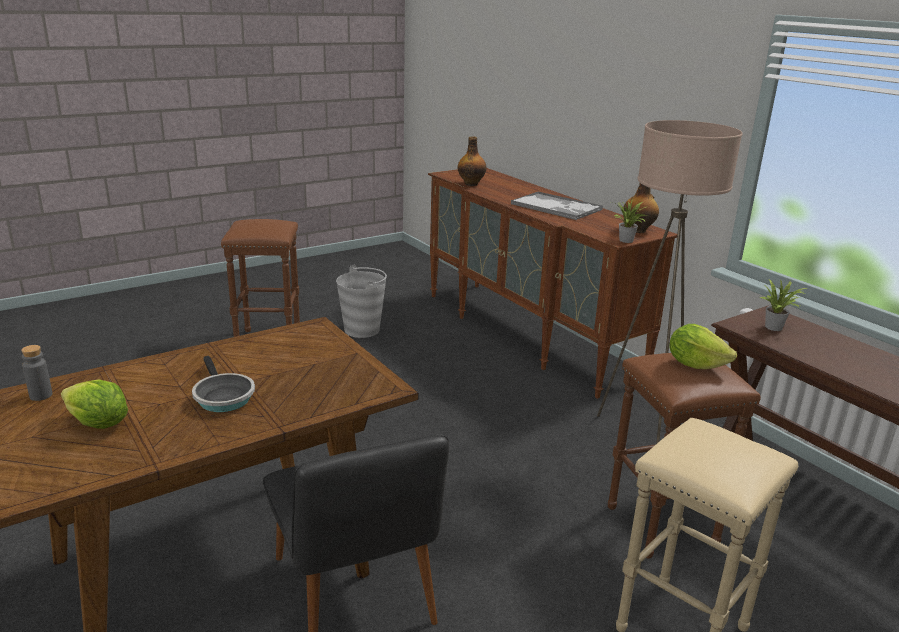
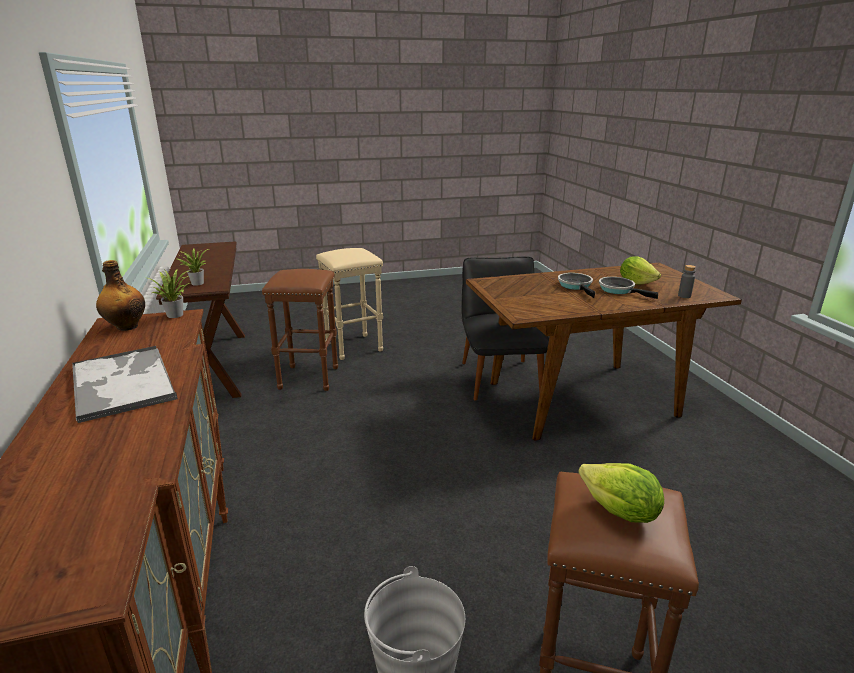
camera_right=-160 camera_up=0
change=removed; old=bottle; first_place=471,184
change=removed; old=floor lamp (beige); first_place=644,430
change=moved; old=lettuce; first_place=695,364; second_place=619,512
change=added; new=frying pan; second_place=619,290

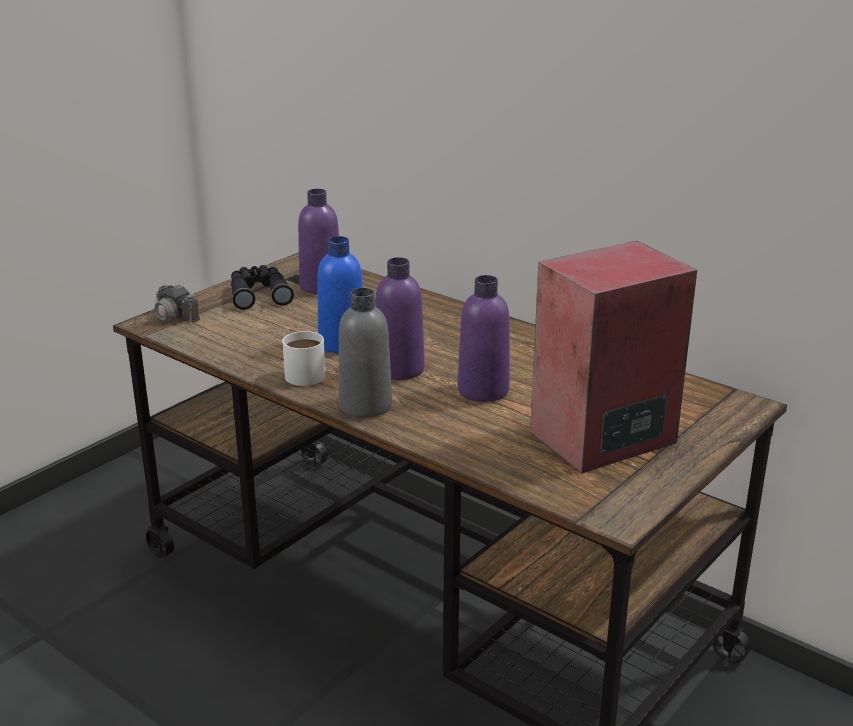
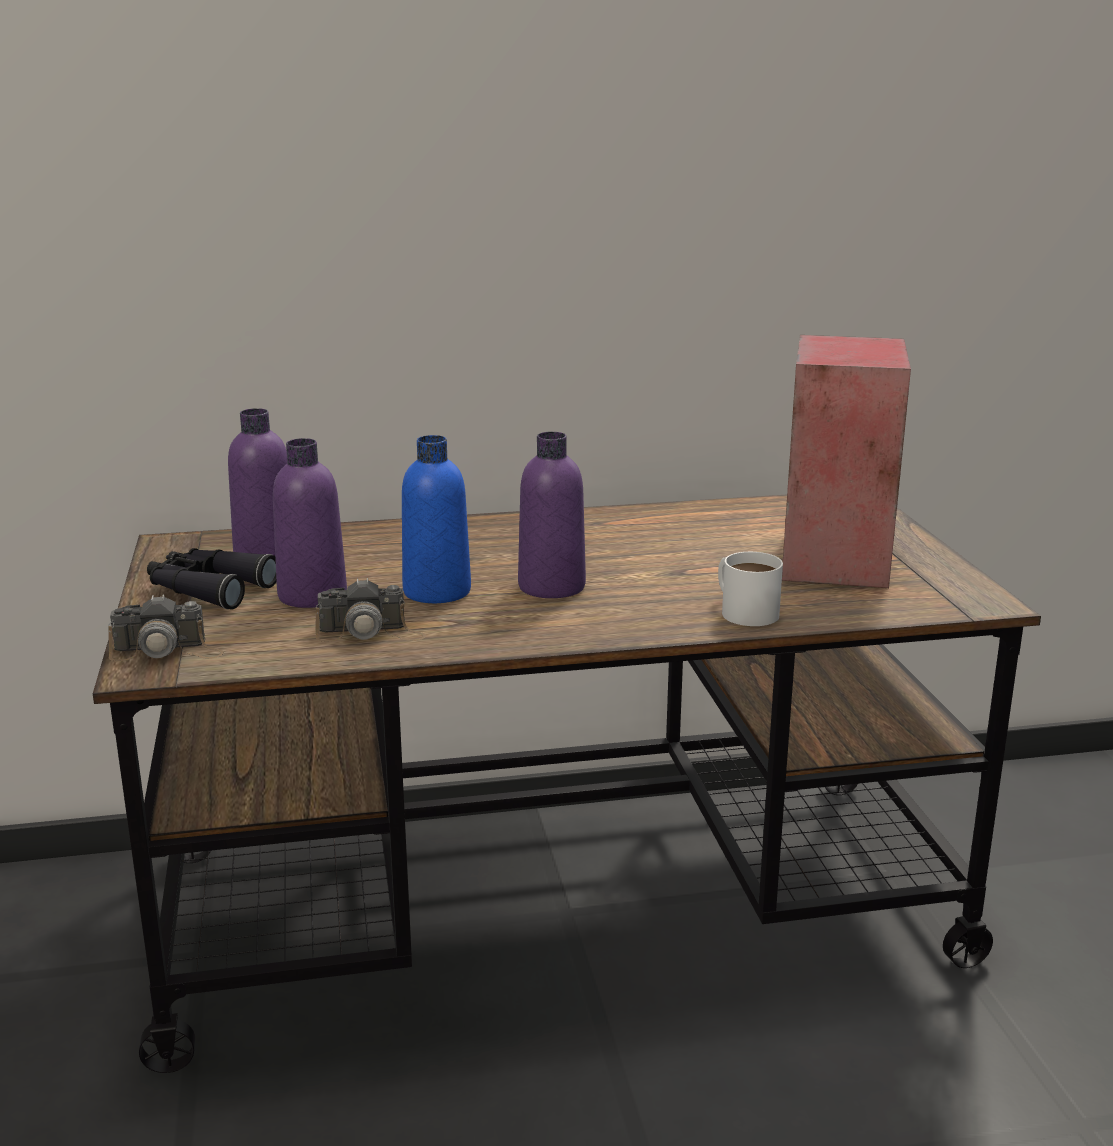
camera_right=-50 camera_up=-5
change=moved; old=mug (white); first_place=309,372; second_place=743,610
change=removed; old=bottle (grey); first_place=365,406
change=moved; old=bottle (purple); first_place=483,390; second_place=312,596
change=added; new=photo camera; second_place=370,633

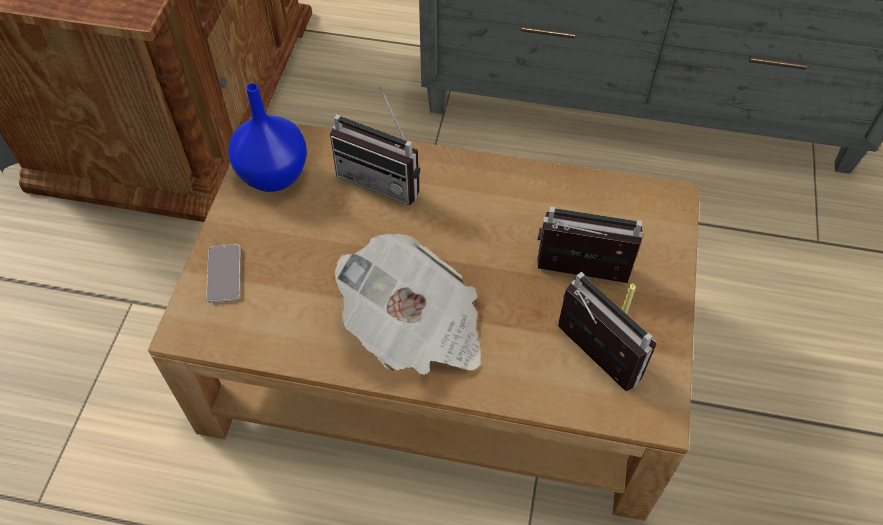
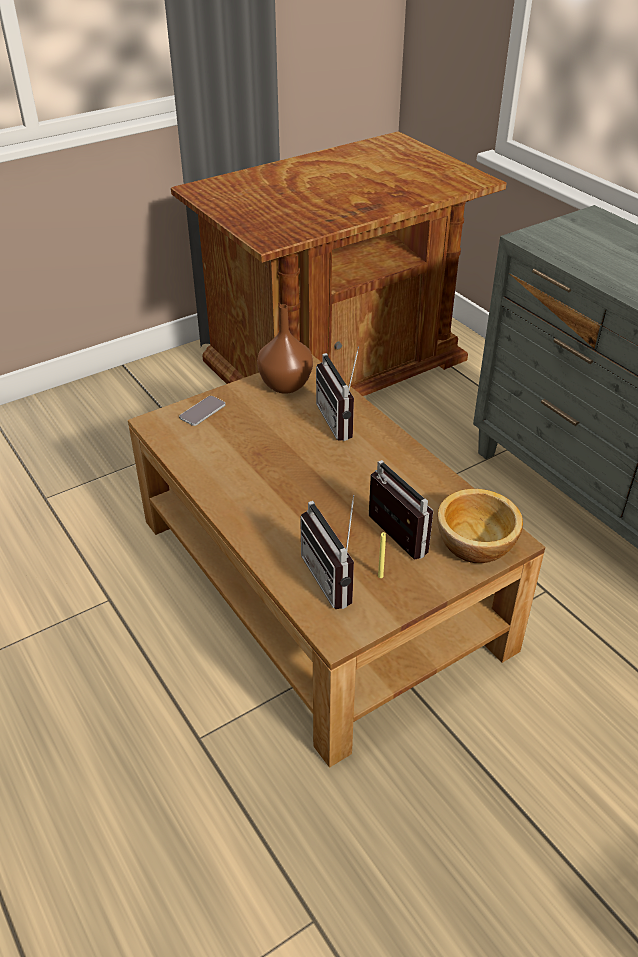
camera_right=45 camera_up=-15
change=recoloured; old=vase (blue); new=vase (brown); first_place=272,175; second_place=285,384
change=removed; old=newspaper; first_place=416,328
change=turned; old=radio; first_place=588,359; second_place=336,578; degrees=150
change=added; new=bowl; second_place=477,544

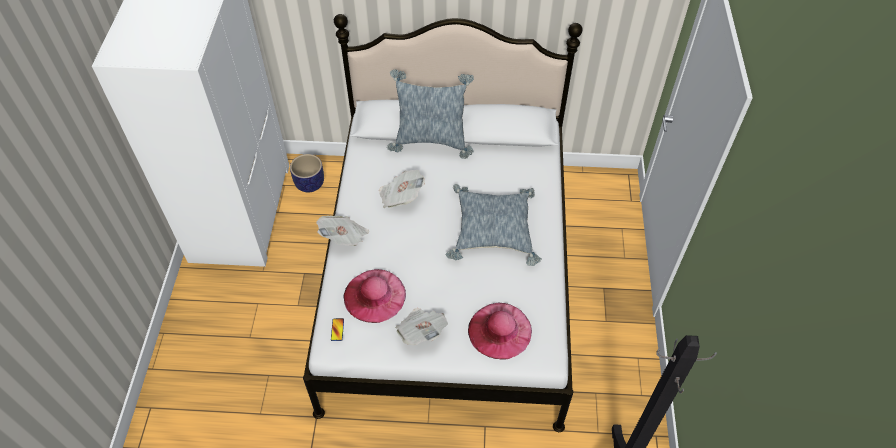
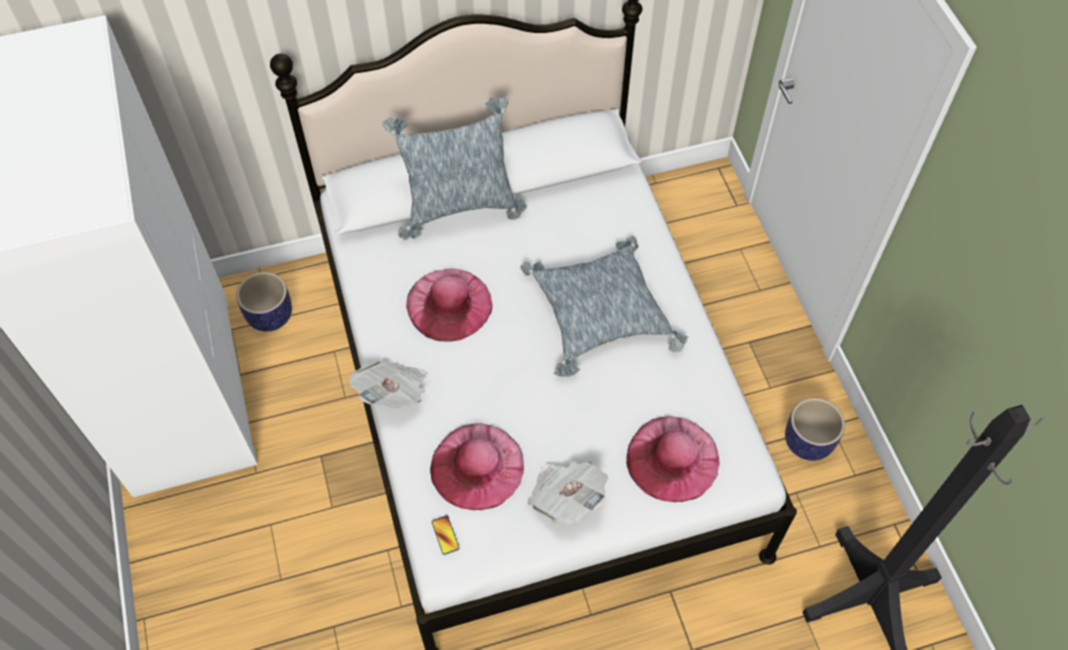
camera_right=-20 camera_up=5
change=replaced; old=newspaper; new=hat (pink); first_place=401,196; second_place=449,304
change=added; new=planter; second_place=808,442

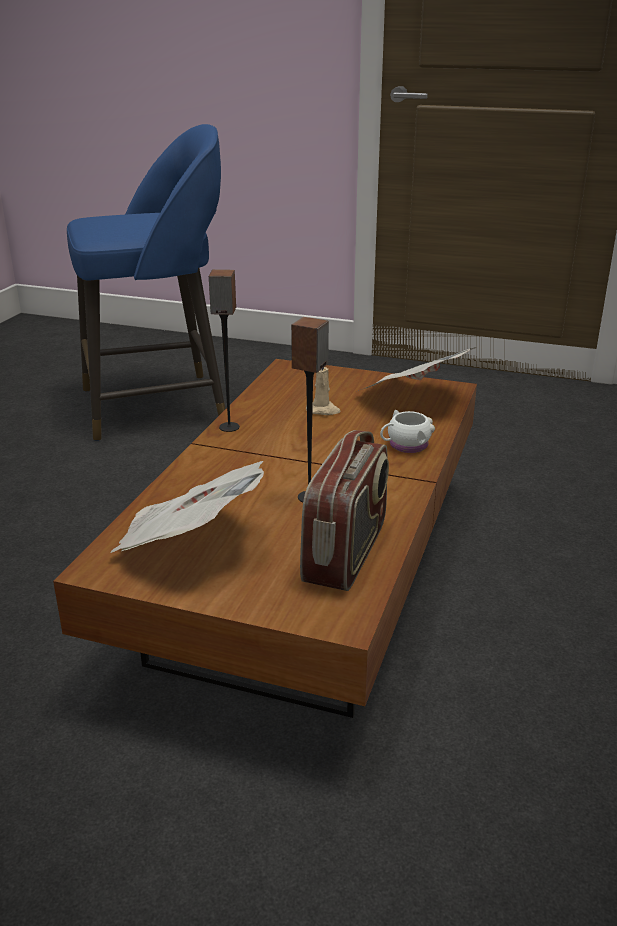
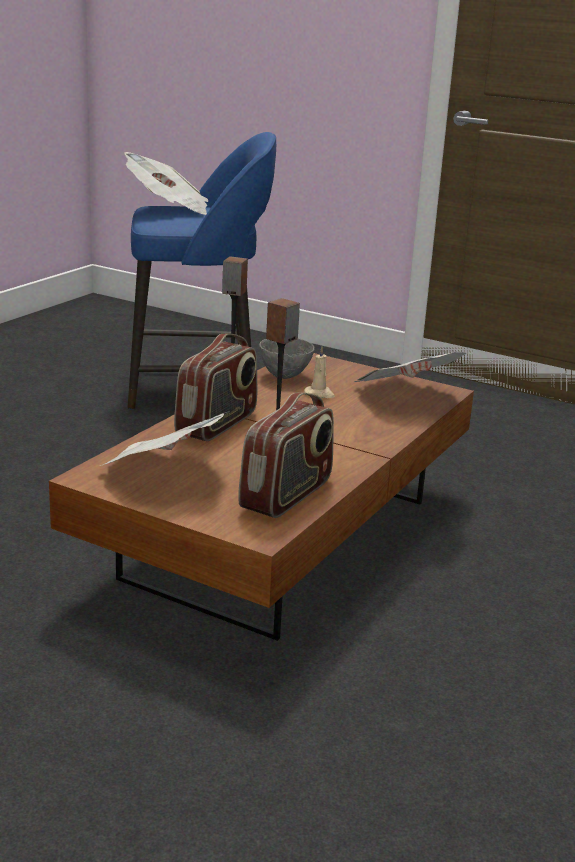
camera_right=10 camera_up=-5
change=removed; old=mug (white); first_place=405,446
change=added; new=newspaper; second_place=168,208
change=added; new=radio; second_place=217,424
change=added; new=bowl (grey); second_place=285,375

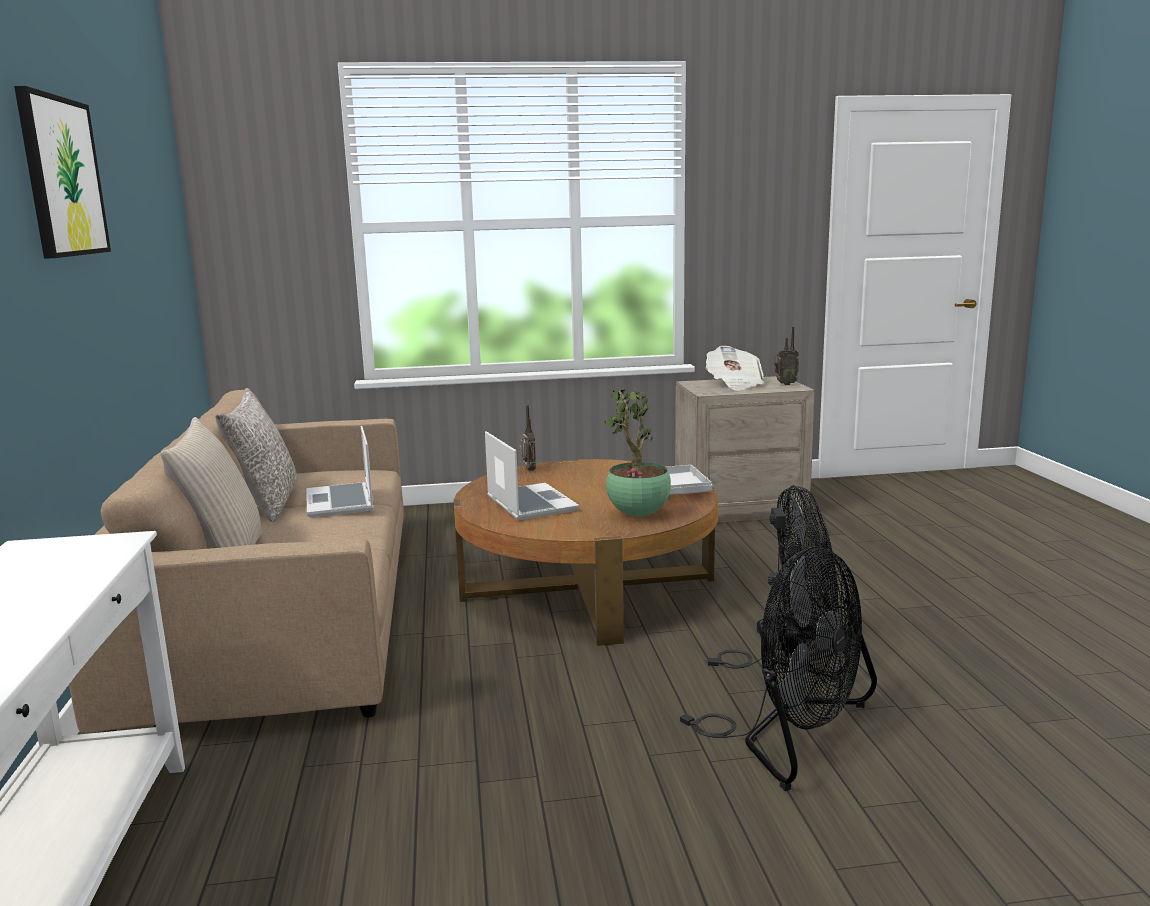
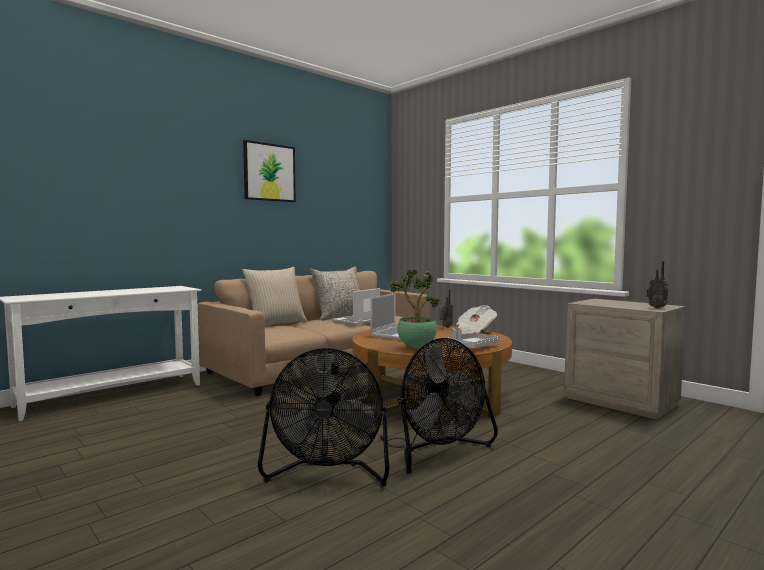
camera_right=55 camera_up=-10
change=moved; old=newspaper; first_place=734,384; second_place=473,331

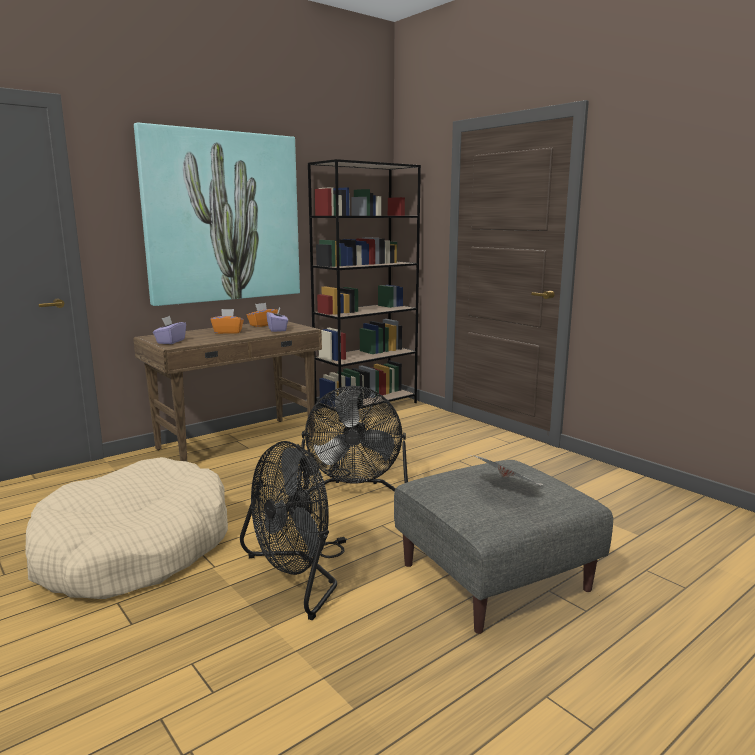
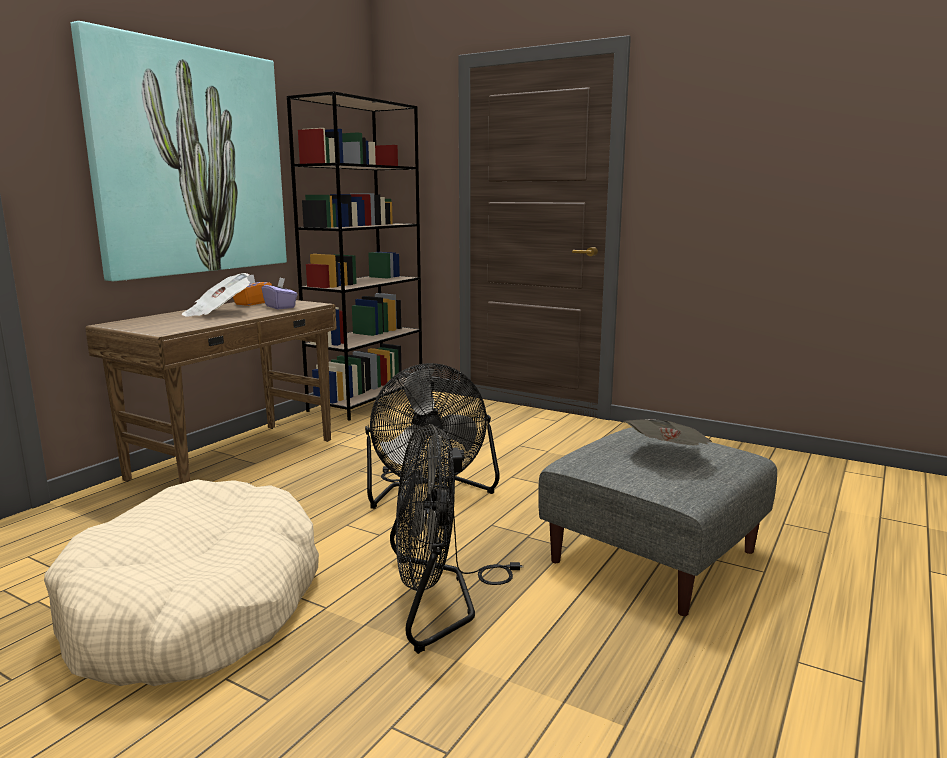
camera_right=-20 camera_up=0
change=removed; old=tissue box (purple); first_place=170,341
change=replaced; old=tissue box (orange); new=newspaper; first_place=228,332; second_place=218,313
change=turned; old=fan (black); first_place=300,574; second_place=441,595; degrees=45

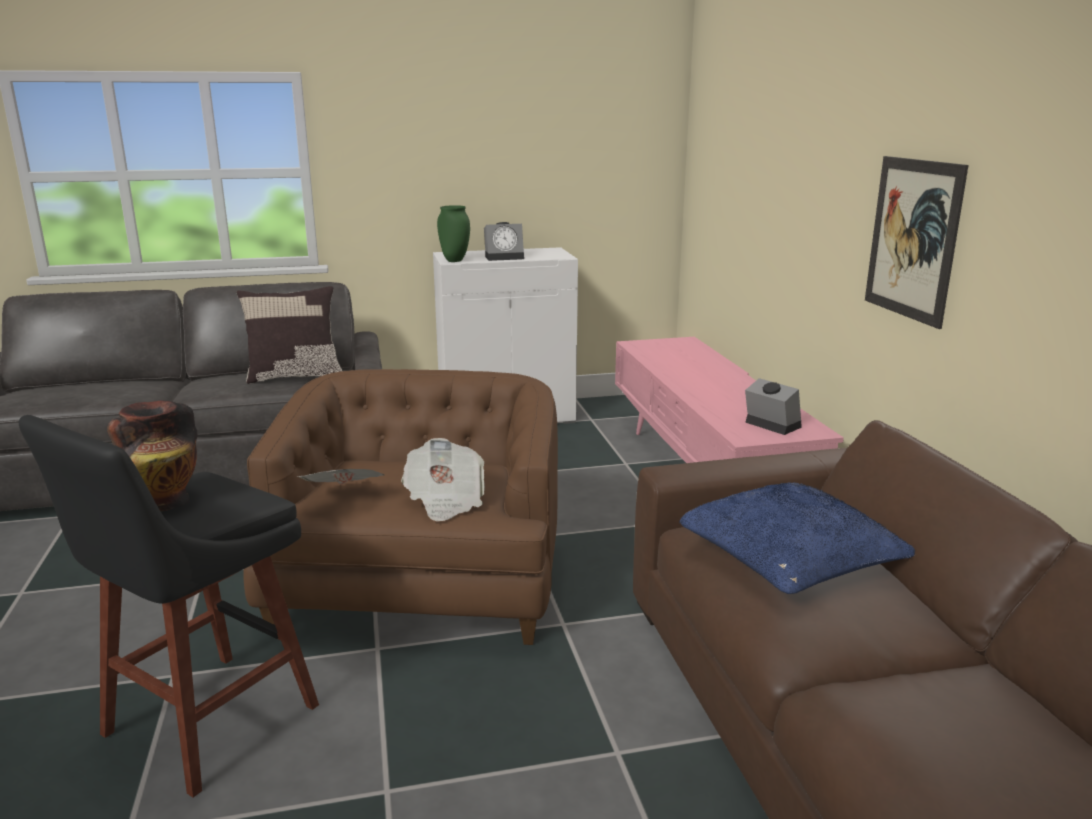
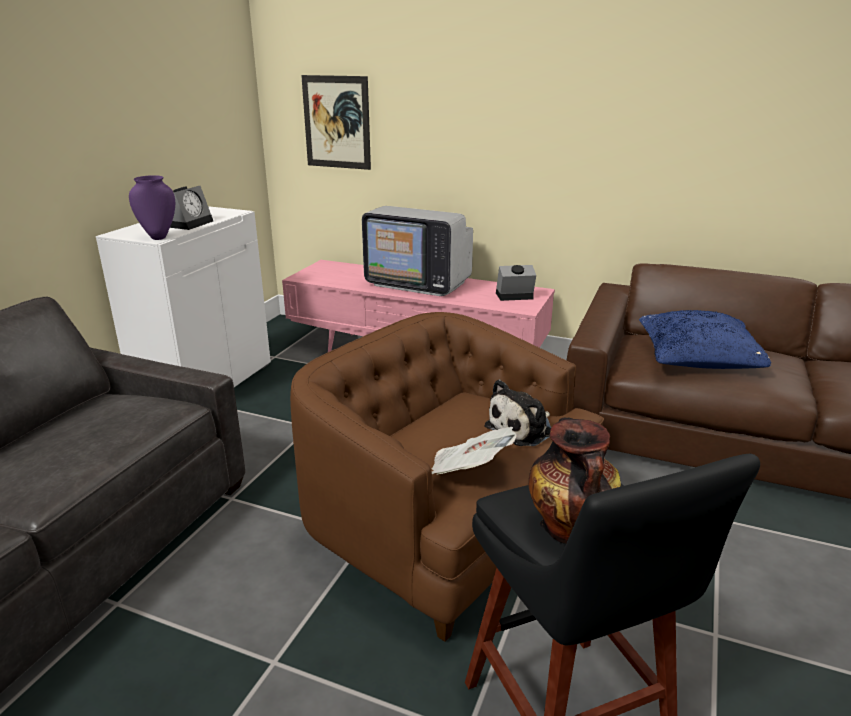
camera_right=-55 camera_up=5
change=removed; old=pillow; first_place=295,376
change=replaced; old=newspaper; new=plush toy; first_place=445,501; second_place=522,429
change=recoloured; old=vase (green); new=vase (purple); first_place=454,261; second_place=158,238
change=moved; old=picture; first_place=912,239; second_place=336,122
change=added; new=television; second_place=418,283

